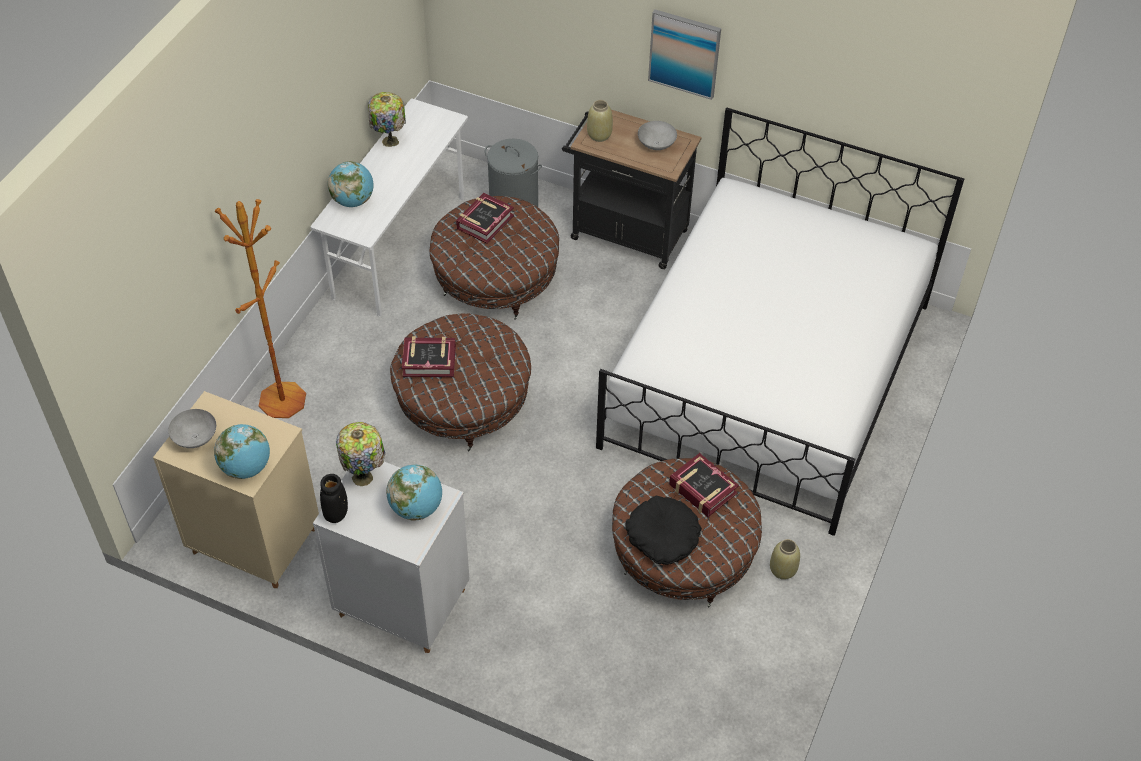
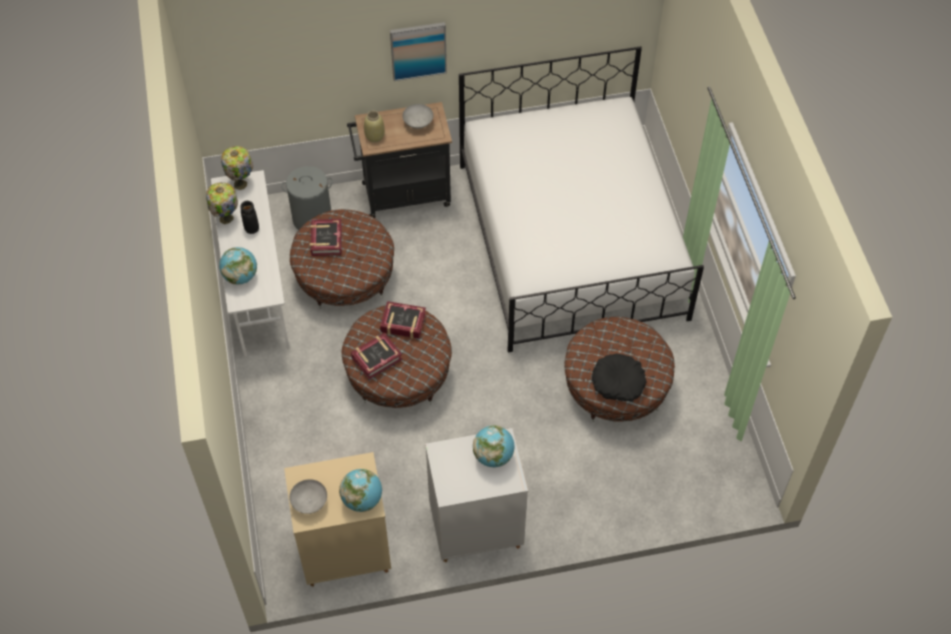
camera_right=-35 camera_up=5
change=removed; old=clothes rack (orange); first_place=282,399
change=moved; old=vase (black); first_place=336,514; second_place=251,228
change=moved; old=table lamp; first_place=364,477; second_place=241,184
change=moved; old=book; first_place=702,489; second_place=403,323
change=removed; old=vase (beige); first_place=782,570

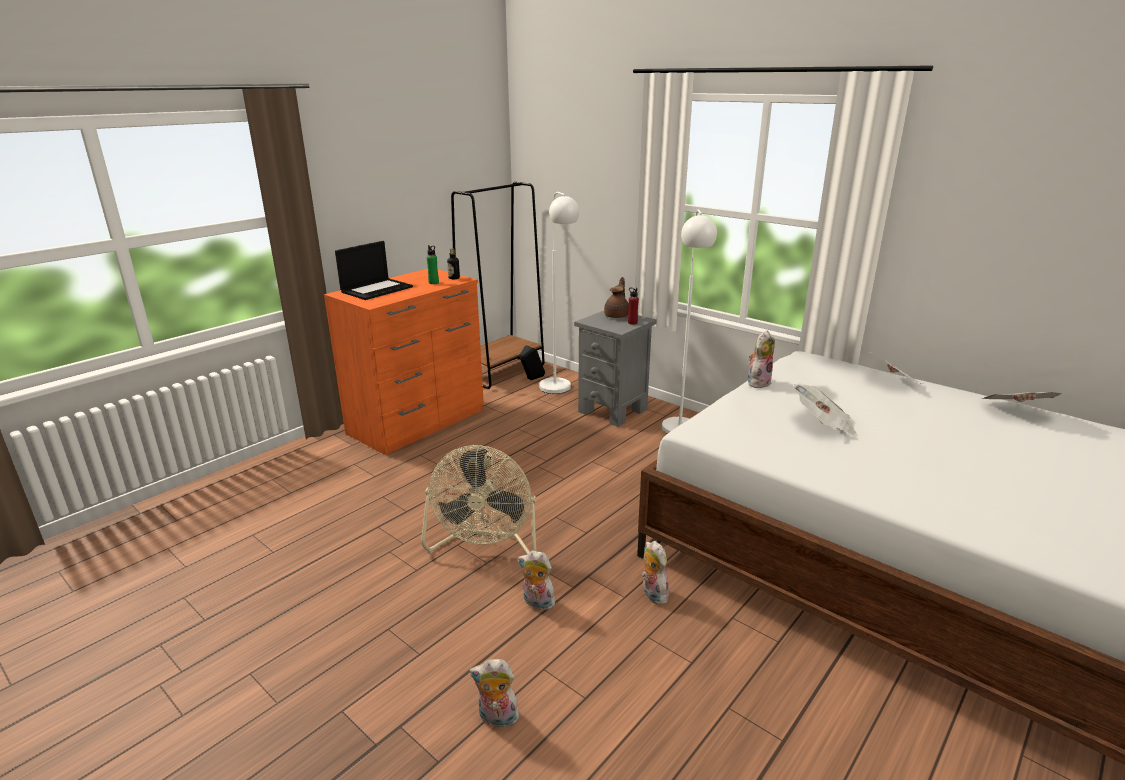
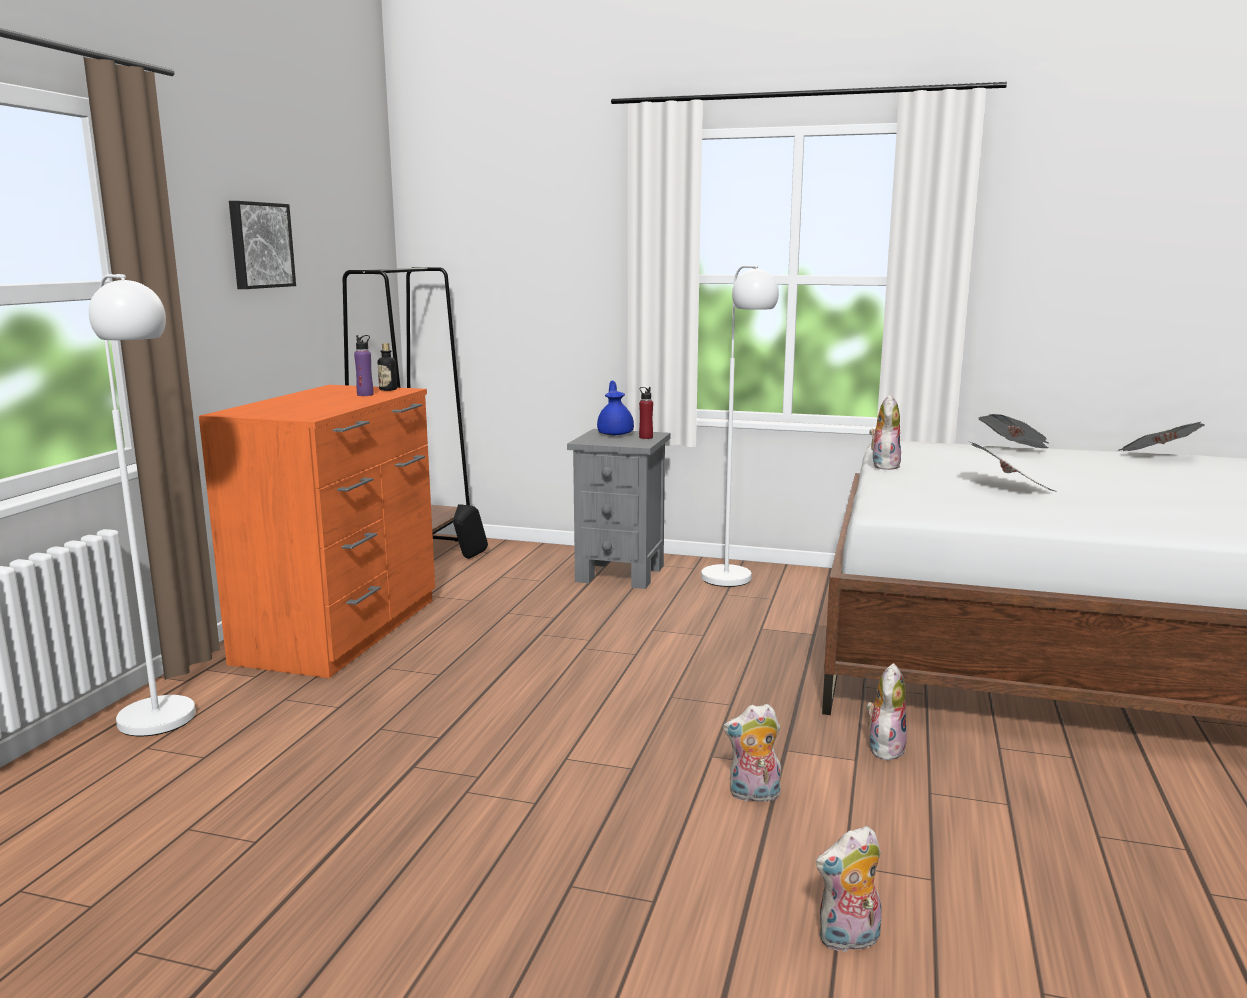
camera_right=-25 camera_up=-10
change=removed; old=laptop; first_place=377,289
change=removed; old=fan (beige); first_place=482,543
change=recoloured; old=bottle (green); new=bottle (purple); first_place=433,282; second_place=365,395
change=moved; old=floor lamp (white); first_place=558,391; second_place=167,727
change=recoloured; old=teapot (brown); new=teapot (blue); first_place=617,315; second_place=615,433
change=turned; old=plush toy; first_place=652,594; second_place=884,748; degrees=75
change=added; new=picture; second_place=259,245

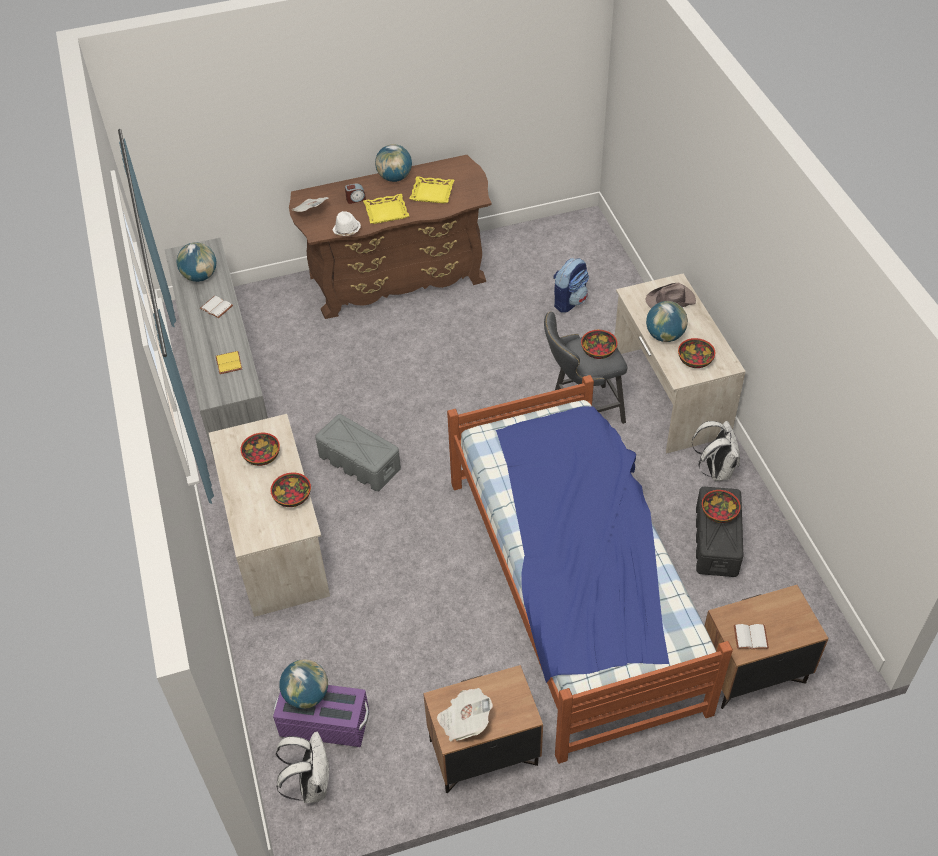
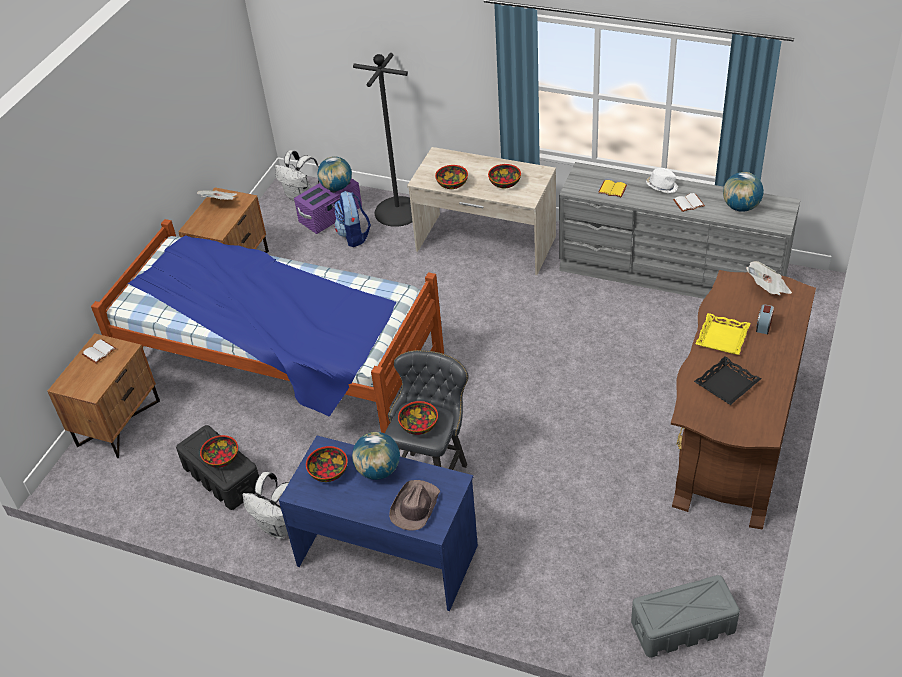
camera_right=130 camera_up=-5
change=moved; old=storage box (grey); first_place=360,463; second_place=682,627
change=moved; old=hat (white); first_place=346,230; second_place=661,186
change=removed; old=globe; first_place=394,177
change=recoloured; old=tray (yellow); new=tray (black); first_place=432,193; second_place=726,384
change=moved; old=backpack; first_place=569,301; second_place=354,236
change=recoloured; old=desk (beige); new=desk (blue); first_place=668,394; second_place=388,554
change=added; new=clothes rack (black); second_place=398,211

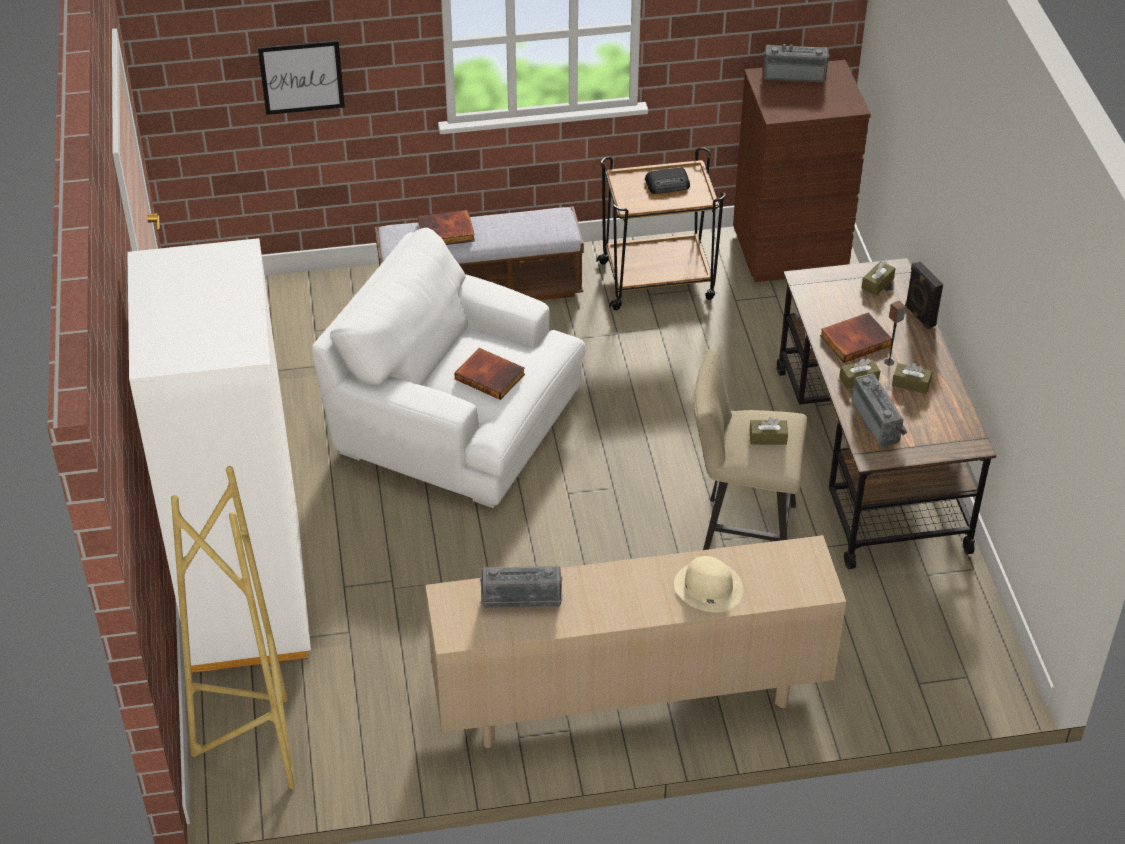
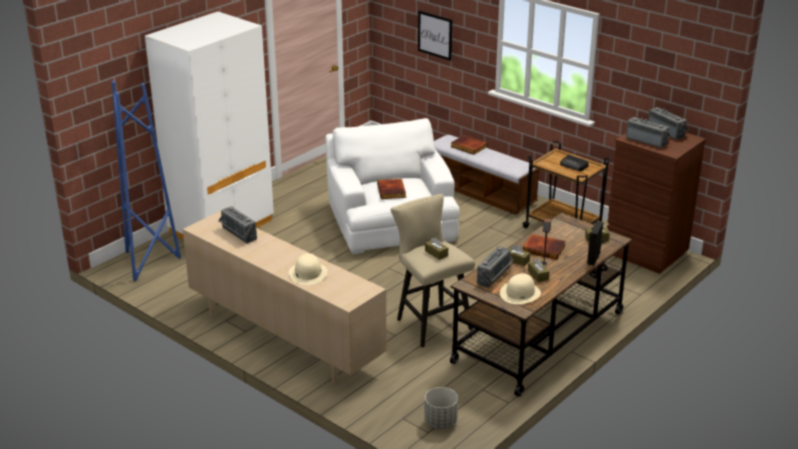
camera_right=50 camera_up=-15
change=recoloured; old=clothes rack (yellow); new=clothes rack (blue); first_place=256,746; second_place=147,263
change=added; new=planter (grey); second_place=440,422
change=added; new=hat (beige); second_place=520,293
change=added; new=radio; second_place=647,140

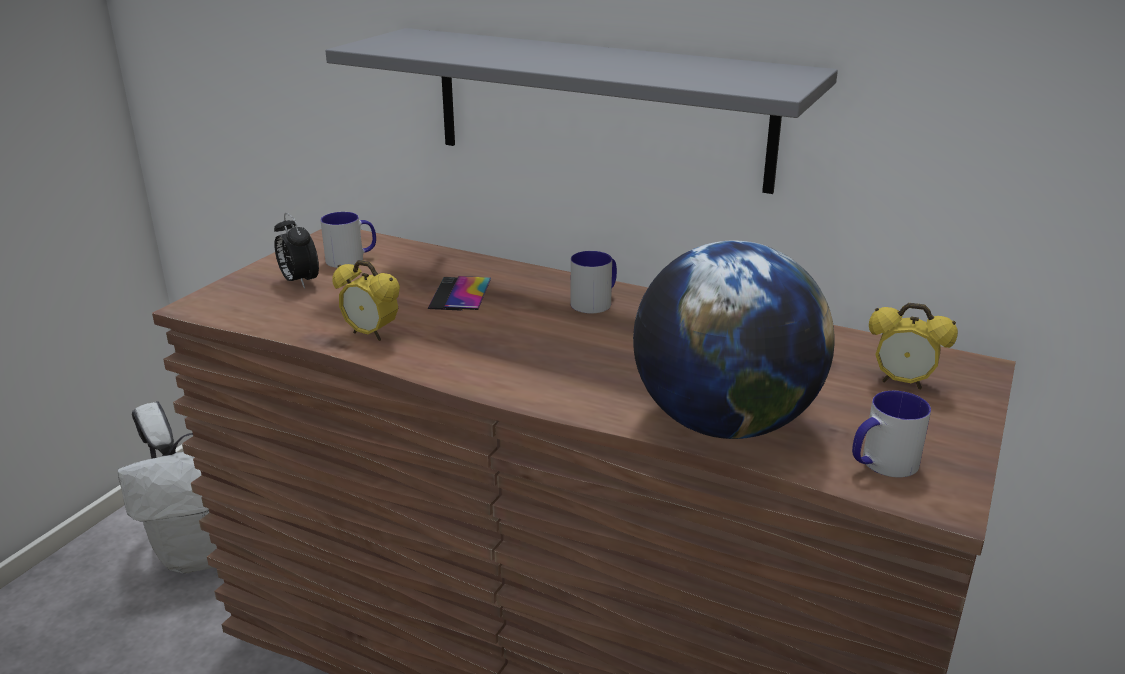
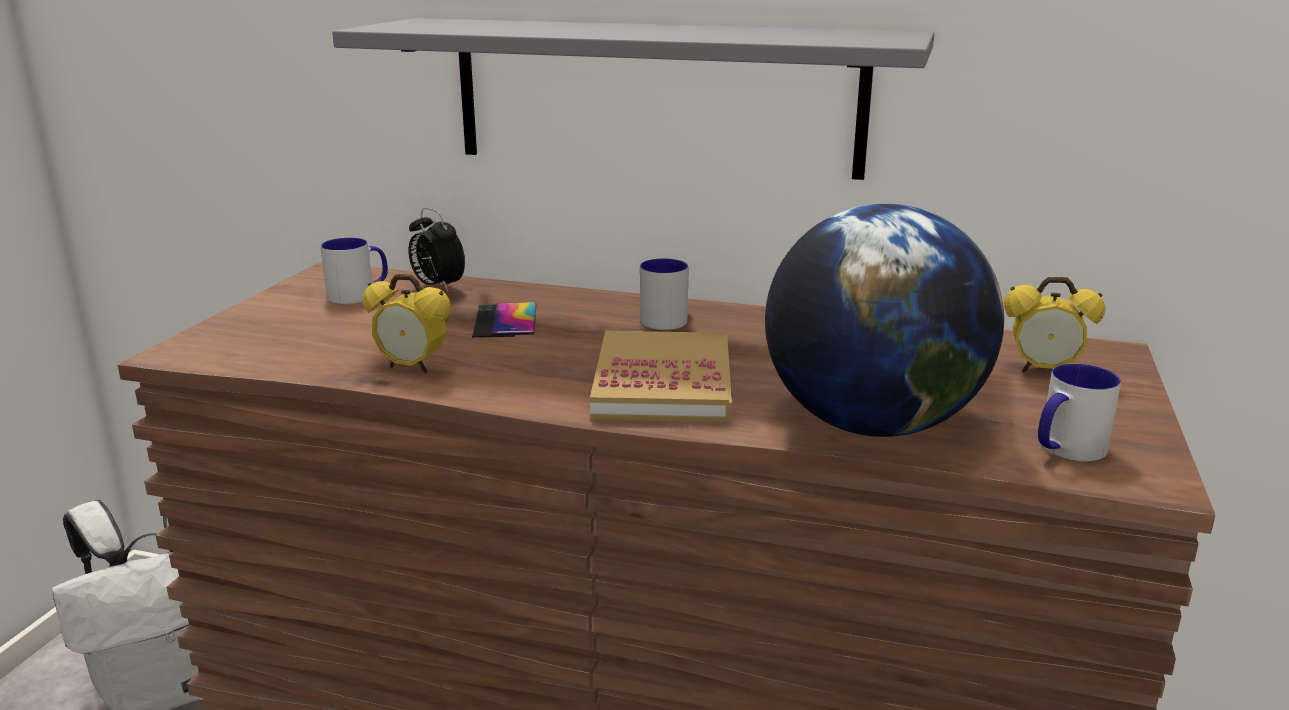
camera_right=-10 camera_up=-5
change=moved; old=alarm clock; first_place=299,281; second_place=437,286
change=added; new=book; second_place=663,383

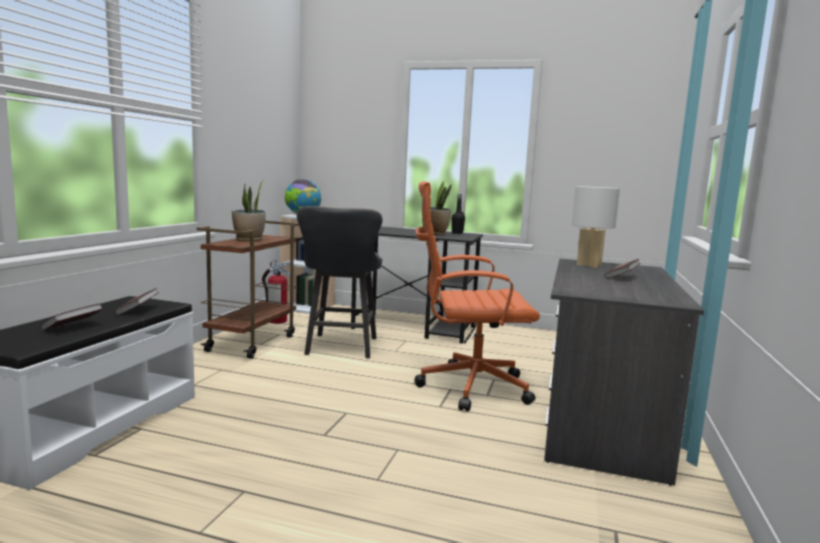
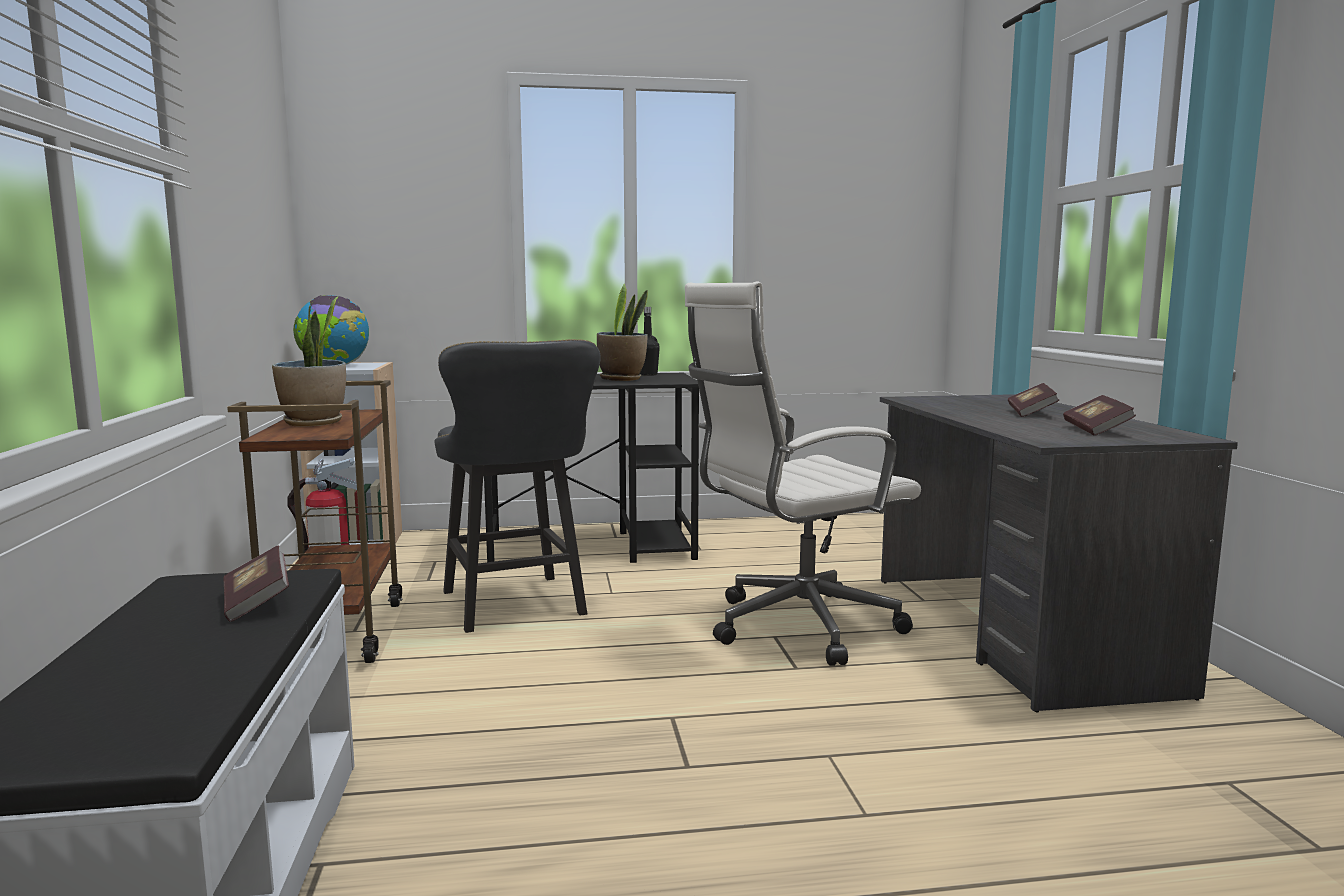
camera_right=-25 camera_up=0
change=moved; old=book; first_place=73,327; second_place=1096,430
change=recoloured; old=office chair (orange); new=office chair (white); first_place=468,387; second_place=795,627
change=removed; old=table lamp (white); first_place=589,265

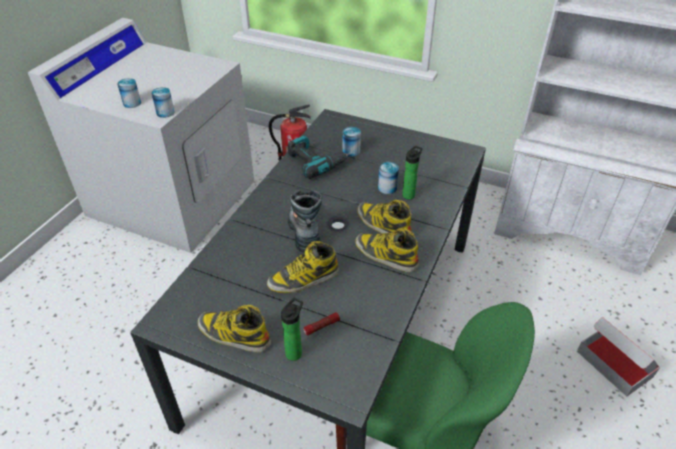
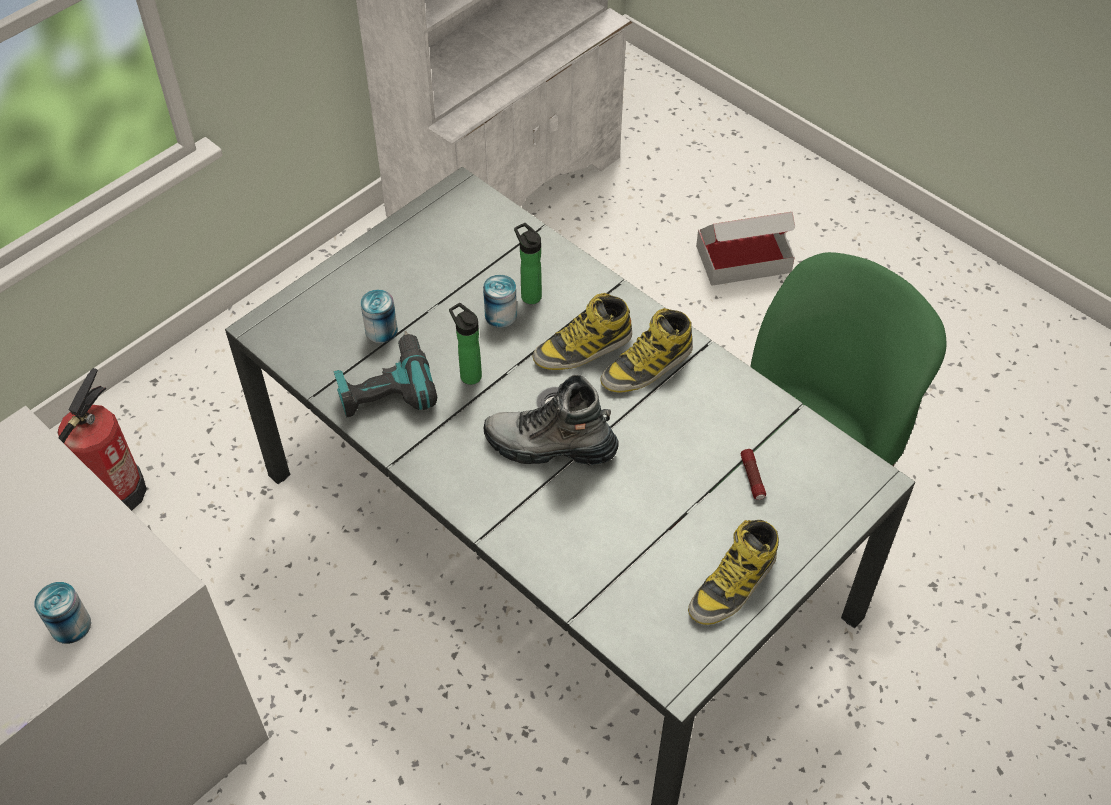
camera_right=-70 camera_up=10
change=removed; old=can; first_place=165,112
change=removed; old=boot; first_place=303,279
change=moved; old=bottle; first_place=295,352; second_place=468,374

